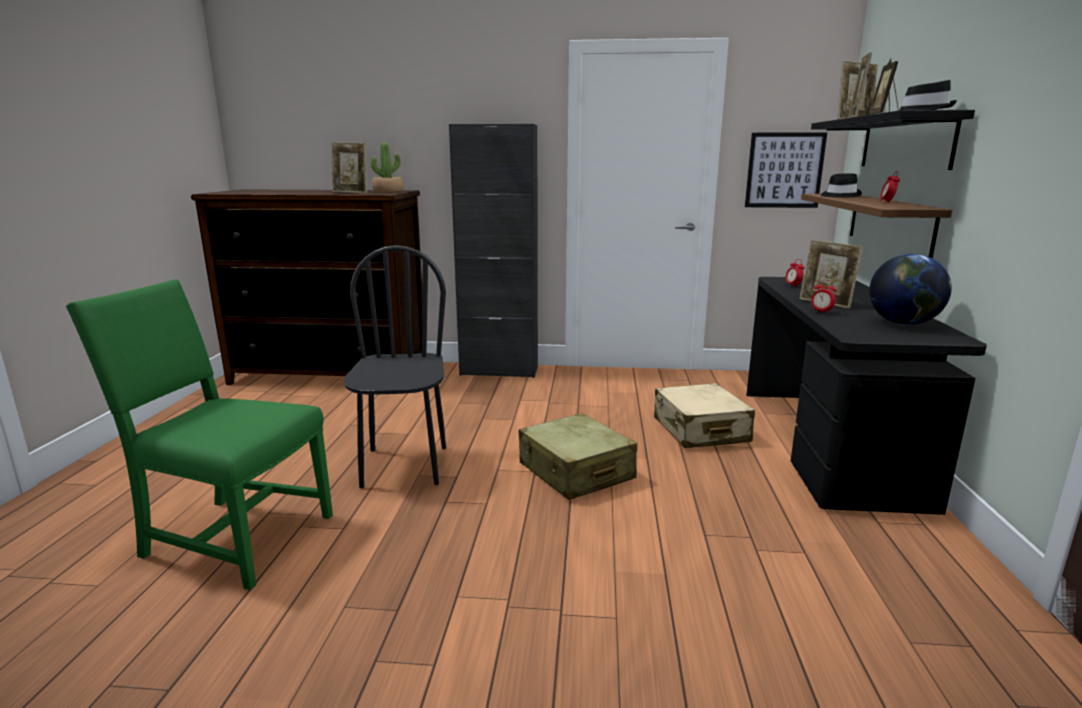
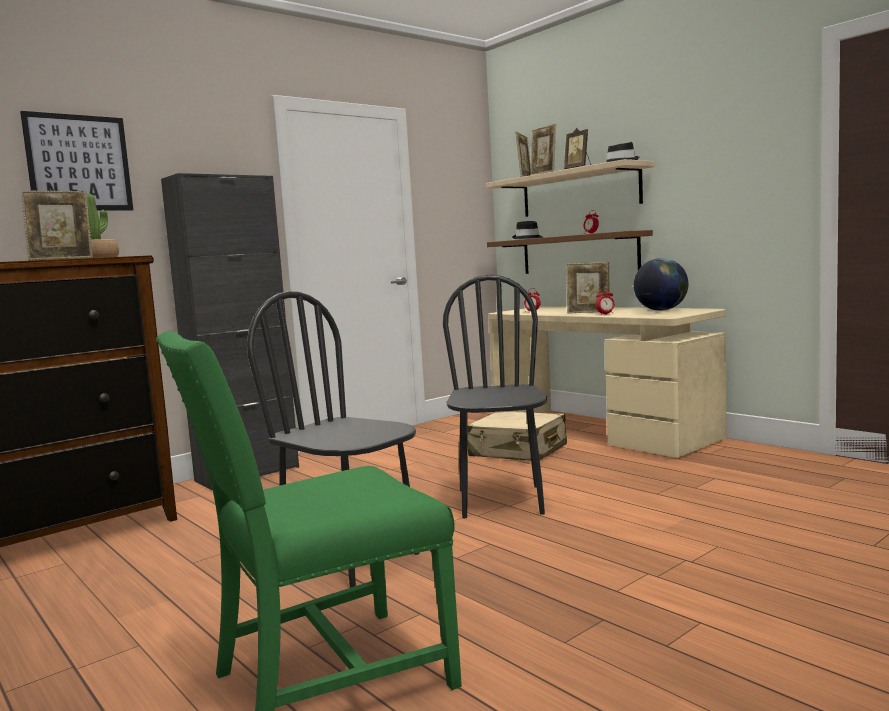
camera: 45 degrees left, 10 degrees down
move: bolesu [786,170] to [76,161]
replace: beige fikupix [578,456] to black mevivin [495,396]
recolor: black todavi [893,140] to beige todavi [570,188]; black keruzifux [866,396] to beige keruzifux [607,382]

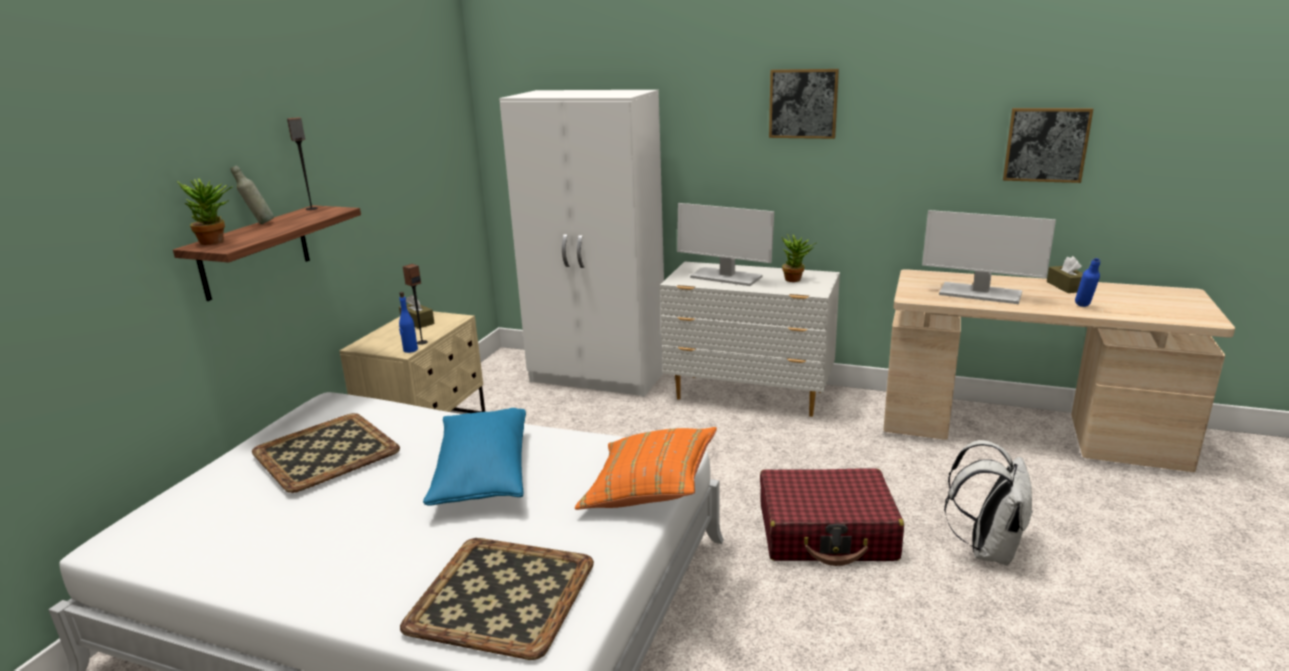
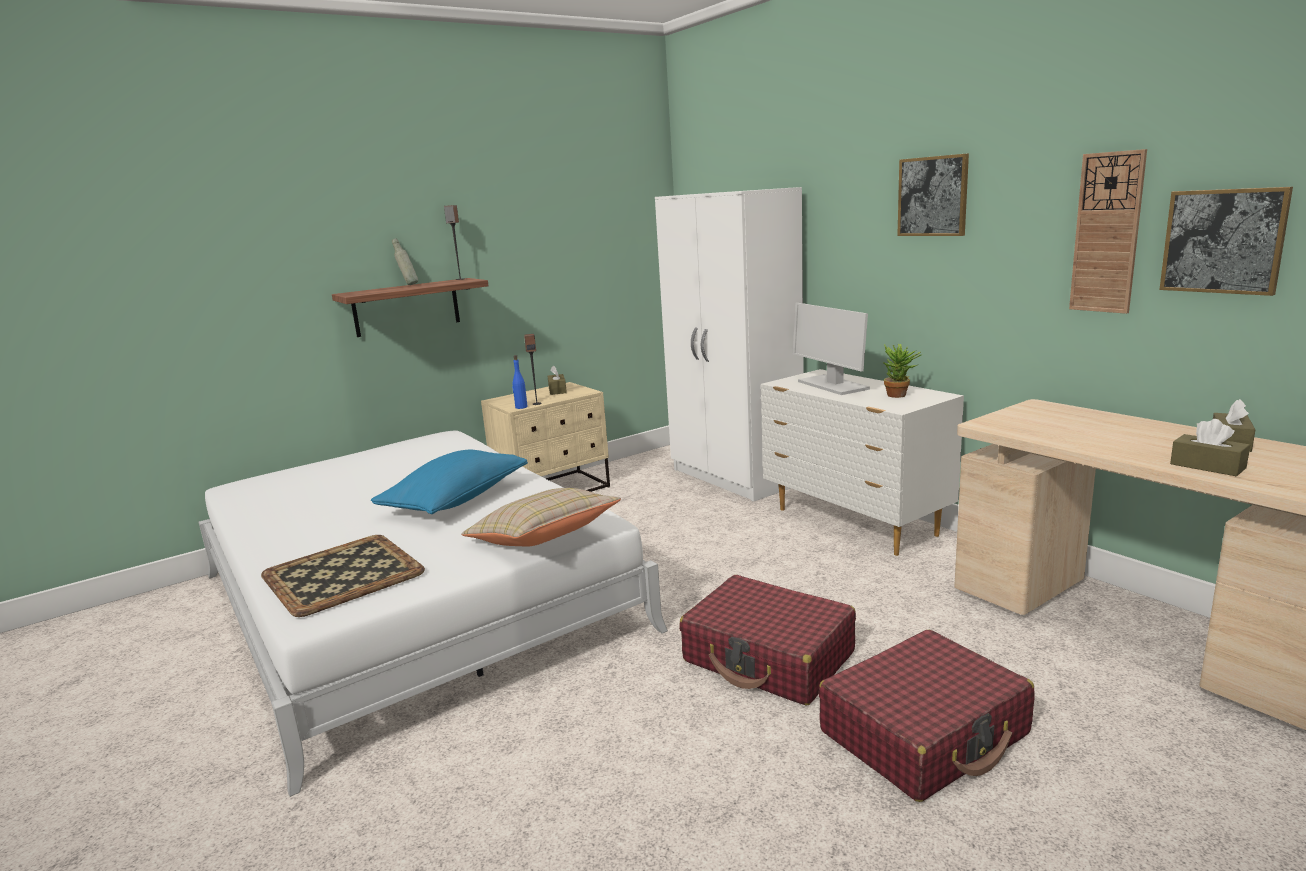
camera: 35 degrees right, 5 degrees down
delete: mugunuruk [205,212]; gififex [989,257]; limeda [326,453]
insert: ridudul [1108,231]
replace: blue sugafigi [1087,282] to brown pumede [1210,447]; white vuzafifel [988,503] to red fikupix [927,716]
recolor: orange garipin [646,468] to beige garipin [541,517]

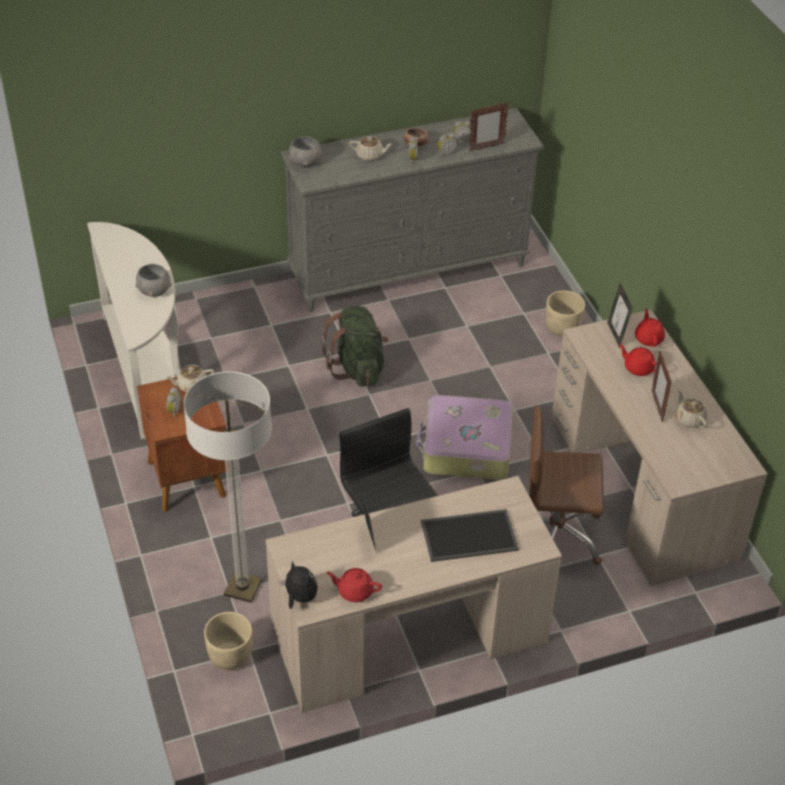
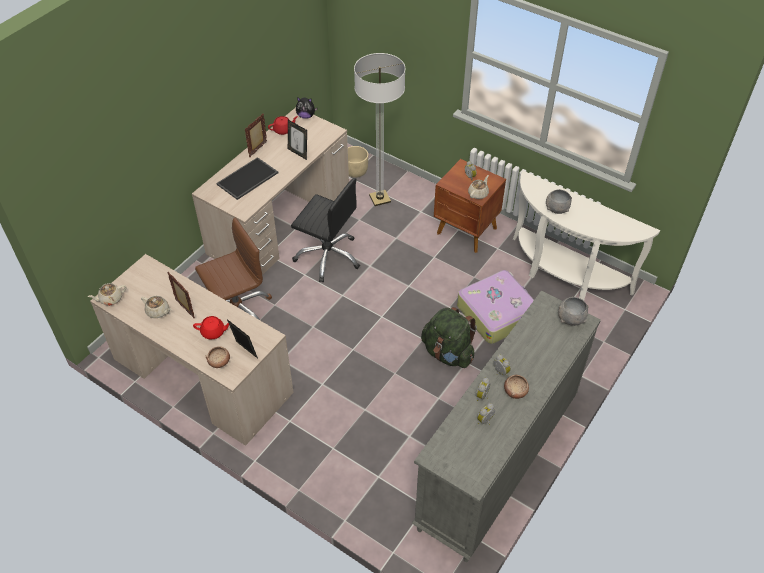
camera: 145 degrees right, 5 degrees up
delete: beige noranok [565,313]
move: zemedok [488,127] to [256,135]; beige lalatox [371,148] to [107,294]; fikupix [464,437] to [495,307]
replace: red lalatox [650,327] to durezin [218,357]

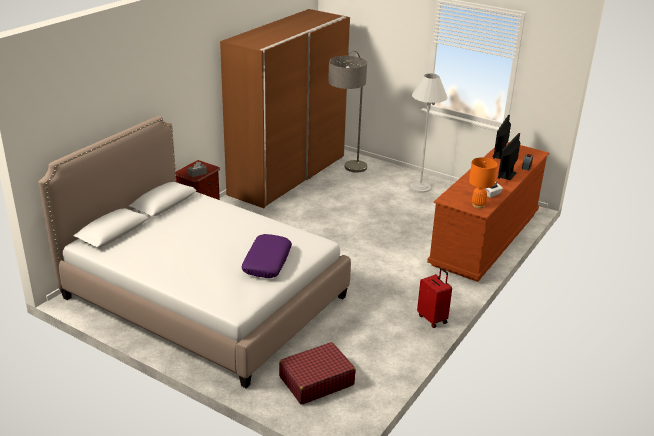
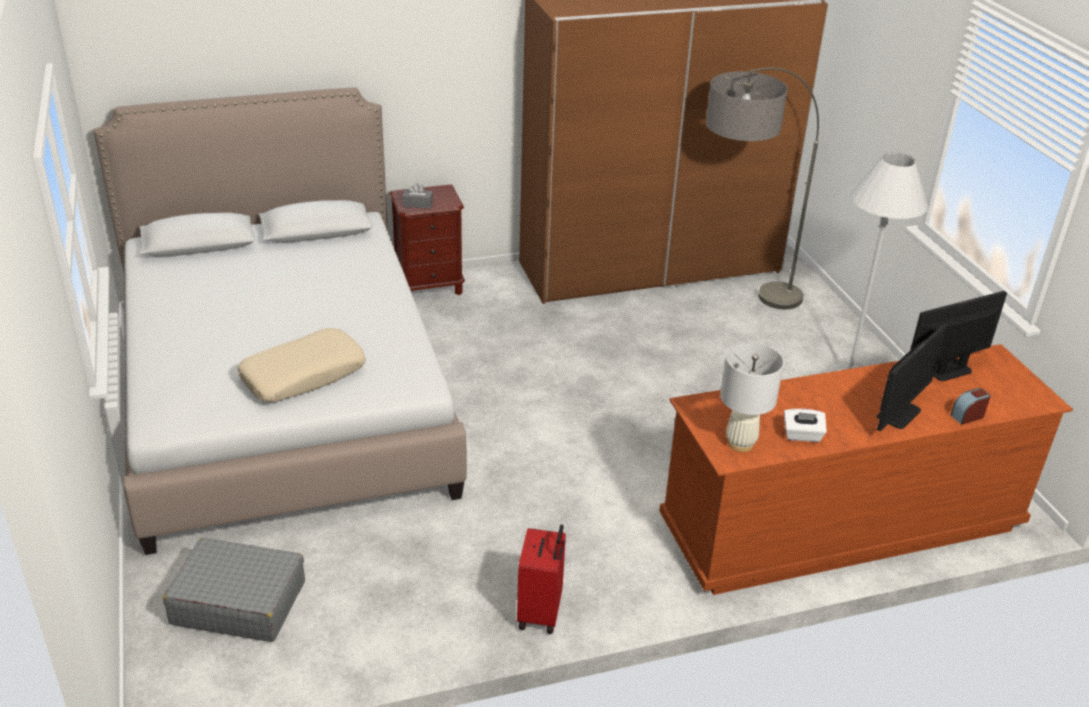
camera: 40 degrees right, 5 degrees up
recolor: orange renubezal [483,183] to white renubezal [752,397]; purple garipin [267,256] to beige garipin [301,365]; red fikupix [317,373] to grey fikupix [234,590]
rotate: gififex [509,156] = [912,377] 150 degrees clockwise

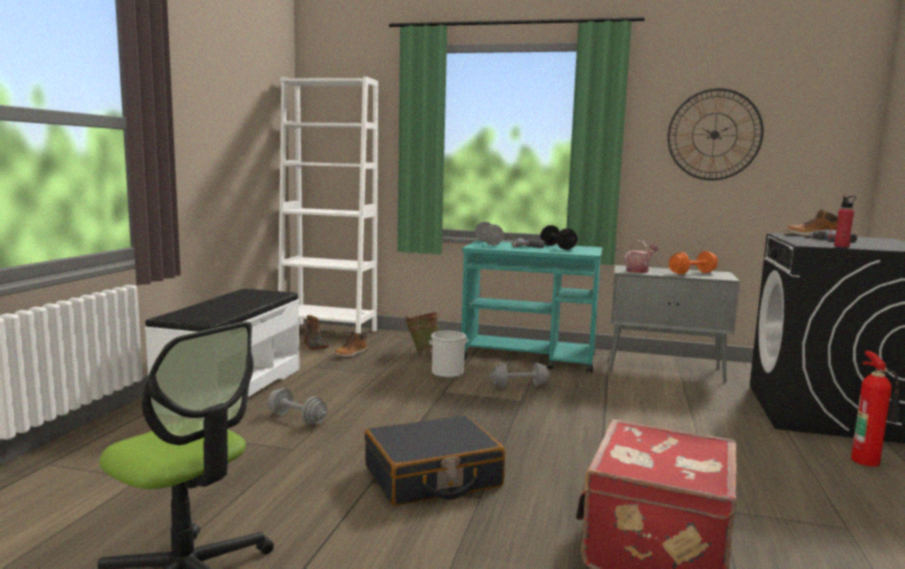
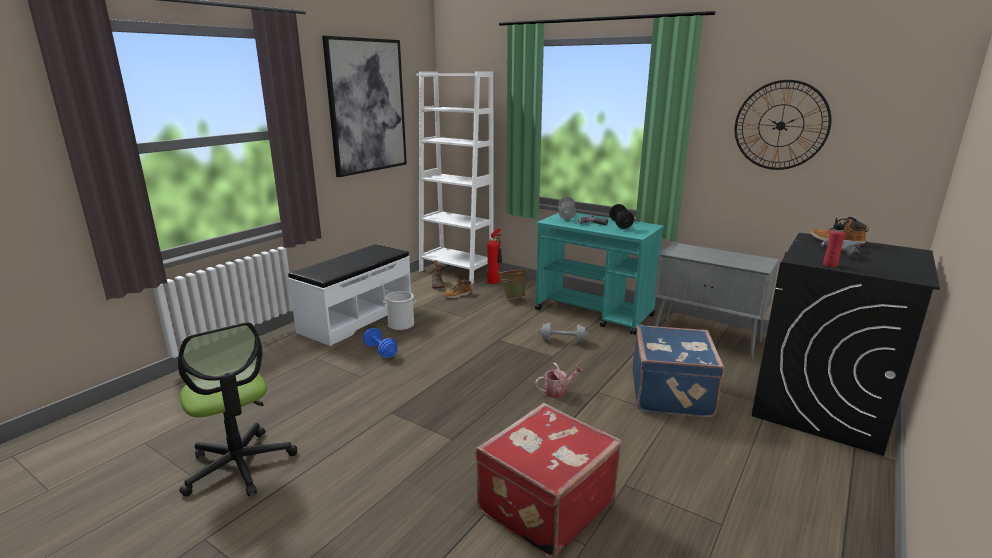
camera: 20 degrees right, 10 degrees up
delete: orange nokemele [693,263]; black fikupix [434,460]
insert: bolesu [364,106]; blue fikupix [678,371]
move: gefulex [641,256] to [559,380]; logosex [448,354] to [399,311]; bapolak [875,409] to [494,256]
recolor: grey nokemele [297,406] to blue nokemele [380,343]

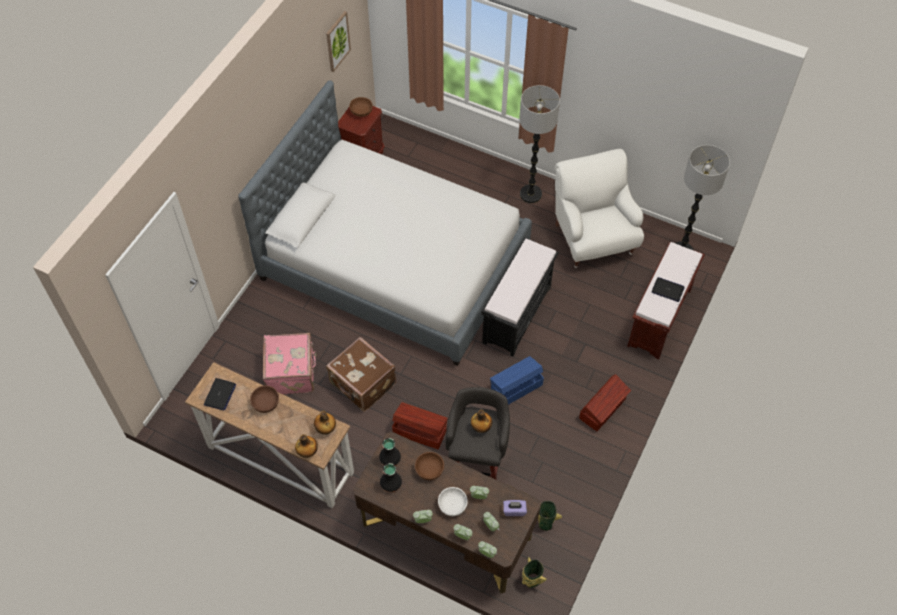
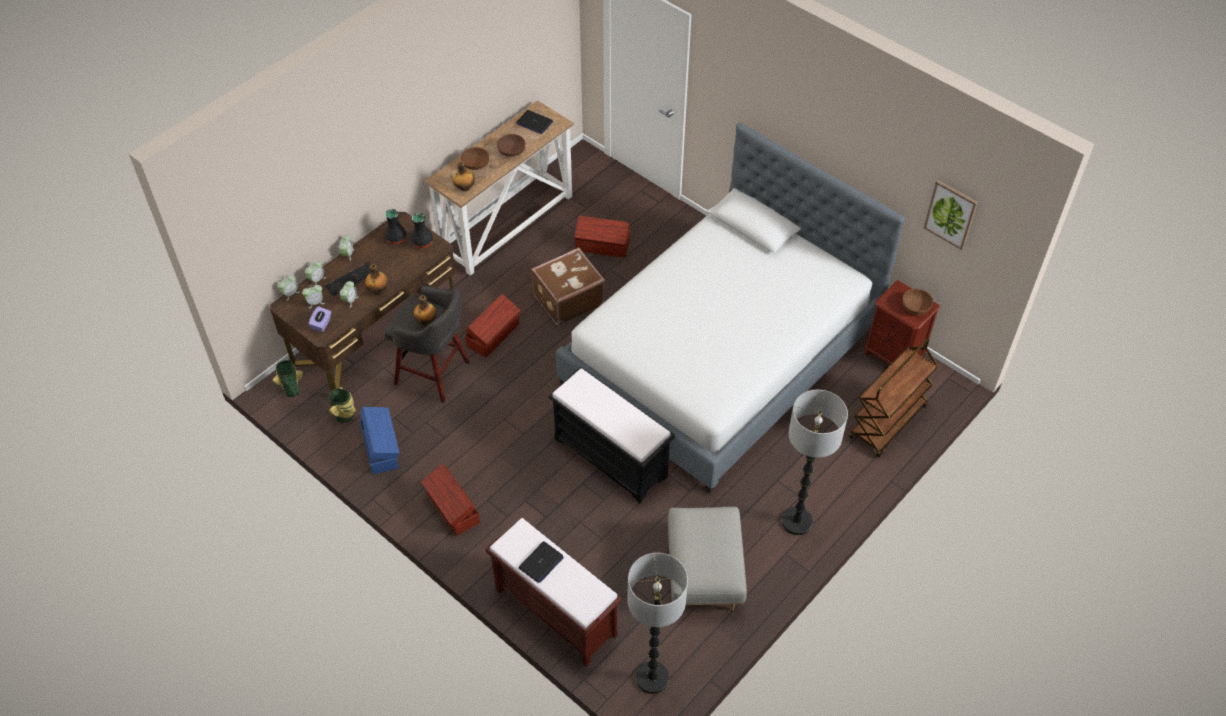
camera: 105 degrees right, 5 degrees down
insert: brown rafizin [893,398]
move: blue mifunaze [517,380] to [380,441]; sugafigi [306,446] to [376,279]; brown durezin [429,466] to [475,158]
replace: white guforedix [599,208] to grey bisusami [707,559]; pink fikupix [290,364] to brown mifunaze [602,236]; white durezin [453,501] to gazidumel [348,279]

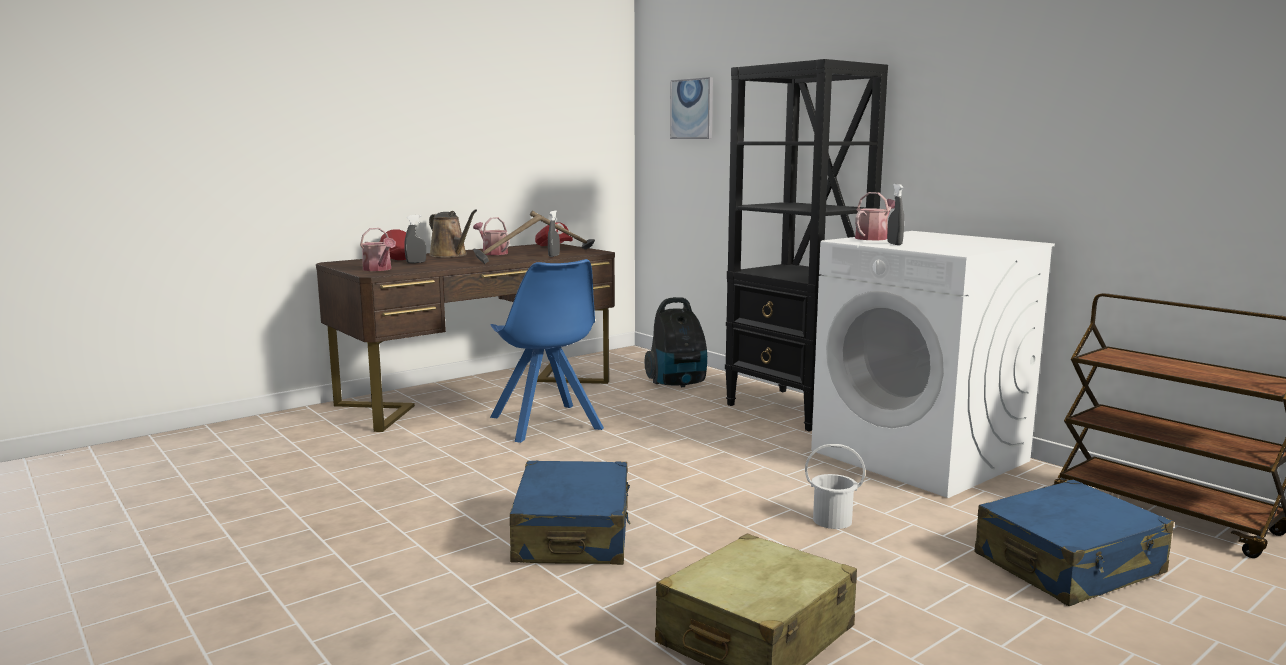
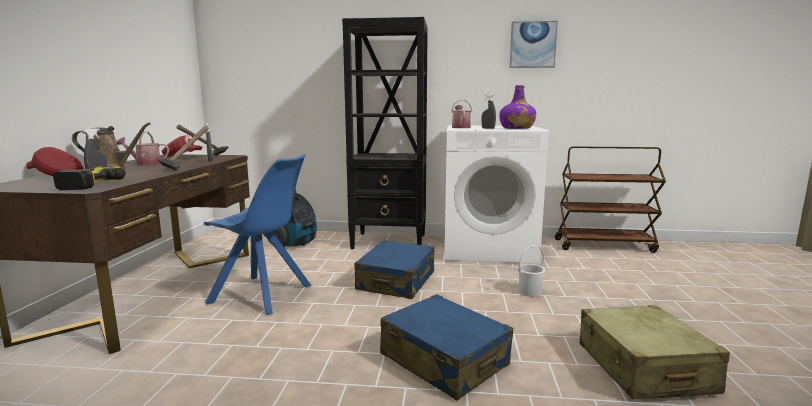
camera: 45 degrees left, 0 degrees up
insert: purple sugafigi [518,107]
move: bolesu [691,108] to [534,44]; blue fikupix [1074,542] to [394,269]
replace: gefulex [378,249] to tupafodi [89,178]

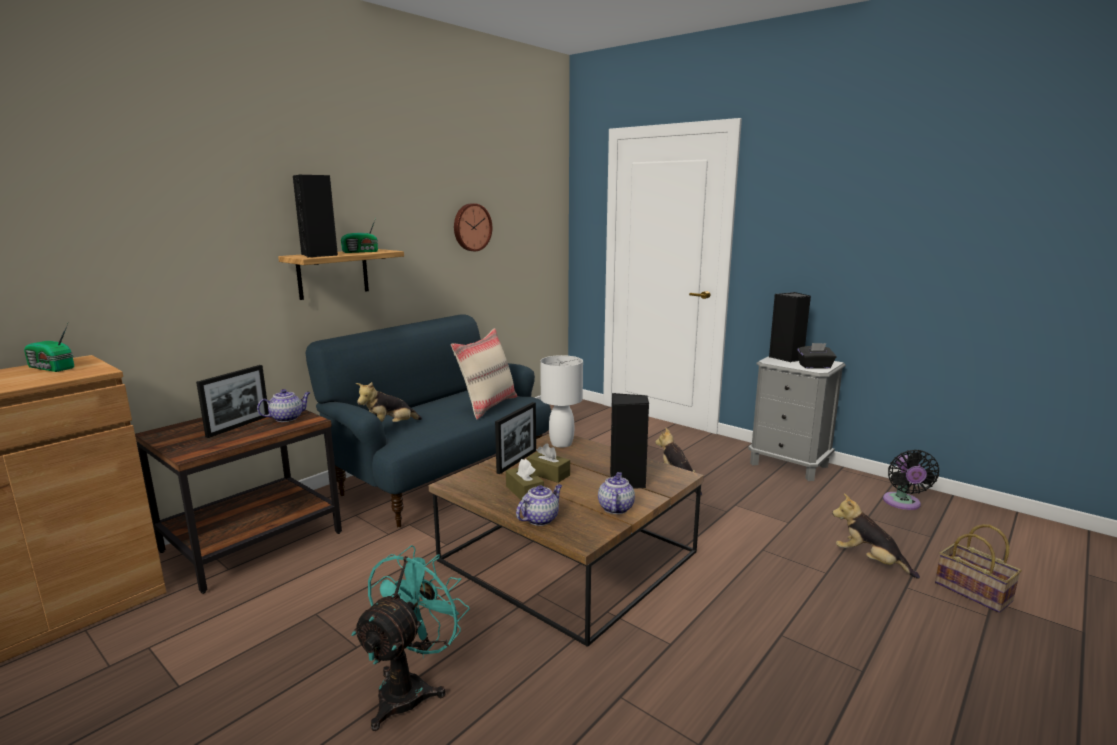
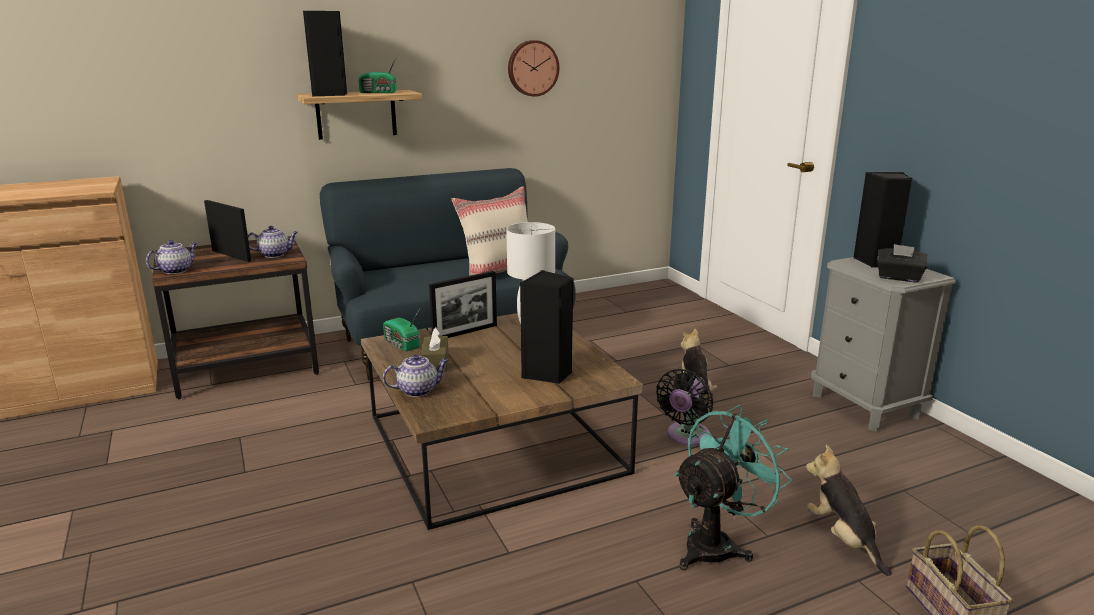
camera: 25 degrees right, 5 degrees up
delete: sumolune [389,402]; brown pumede [548,463]
move: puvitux [49,347] to [401,330]; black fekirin [911,480] to [684,407]; lalatox [616,493] to [171,257]; turquoise fekirin [410,638] to [733,487]
rotate: zemedok [232,401] = [227,231] 105 degrees counterclockwise

